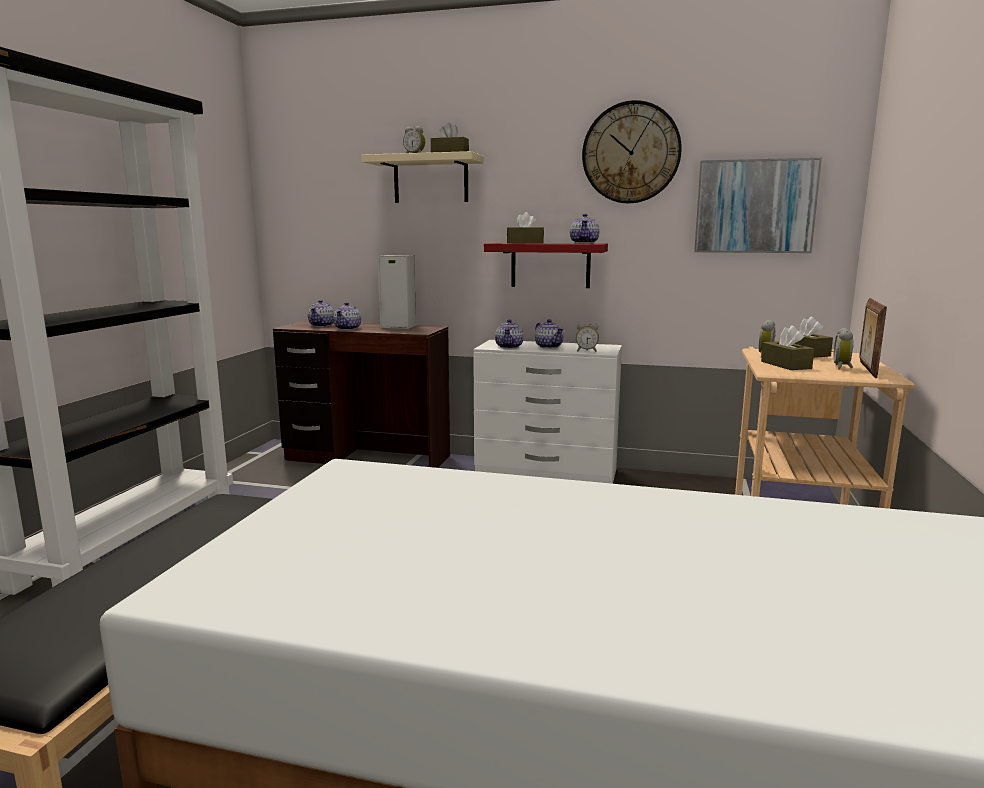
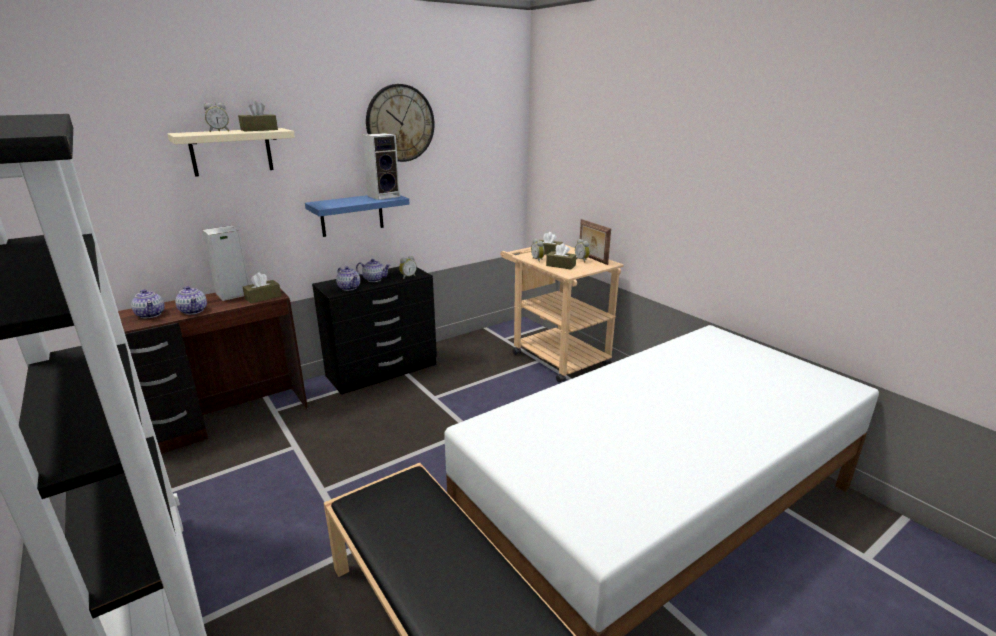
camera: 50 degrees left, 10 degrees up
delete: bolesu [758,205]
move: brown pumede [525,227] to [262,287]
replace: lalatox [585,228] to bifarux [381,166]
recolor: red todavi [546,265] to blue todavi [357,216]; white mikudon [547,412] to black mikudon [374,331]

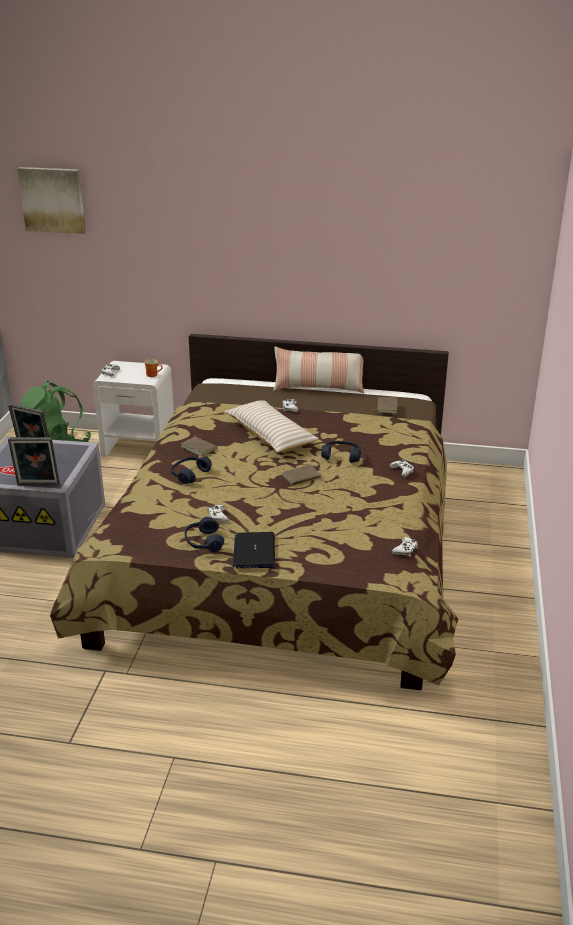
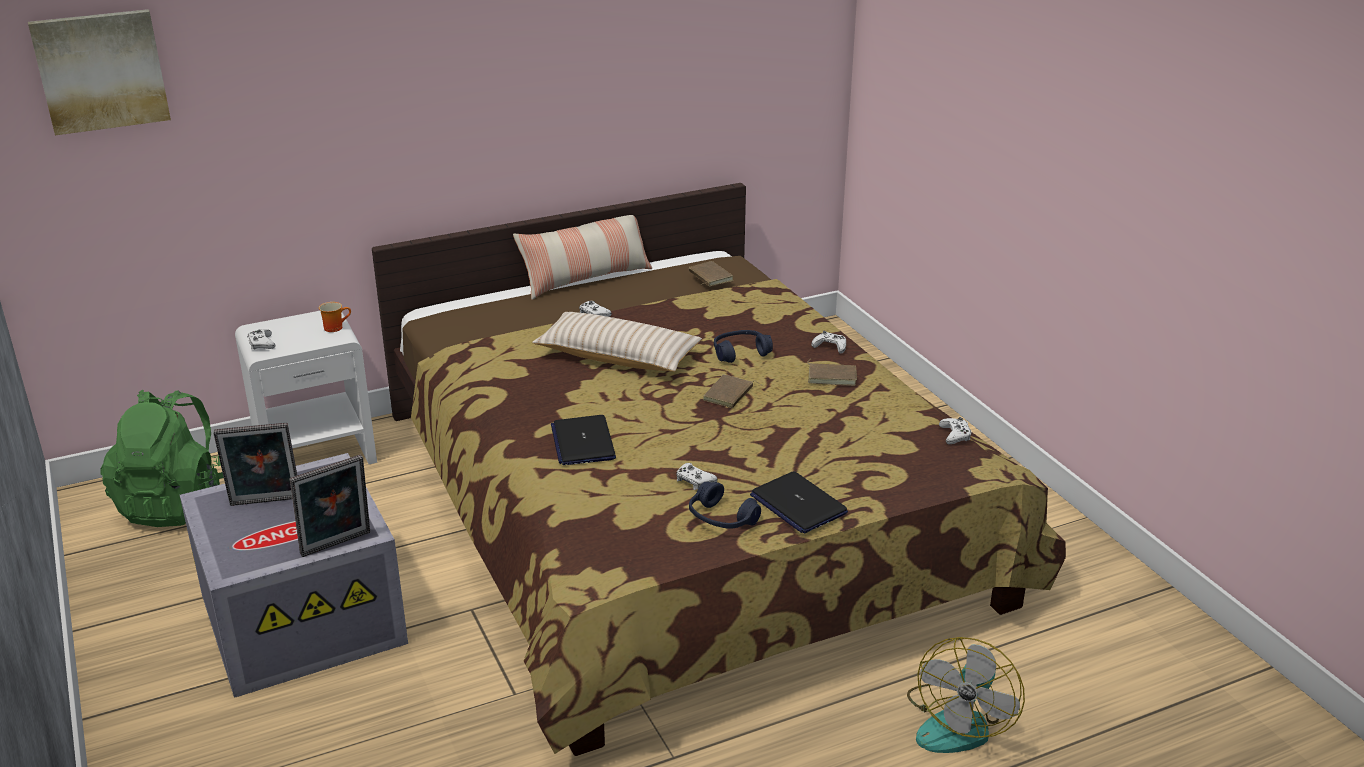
camera: 35 degrees left, 0 degrees up
insert: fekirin [966,695]
move: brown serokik [199,445] to [832,372]
replace: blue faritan [191,470] to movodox [583,440]

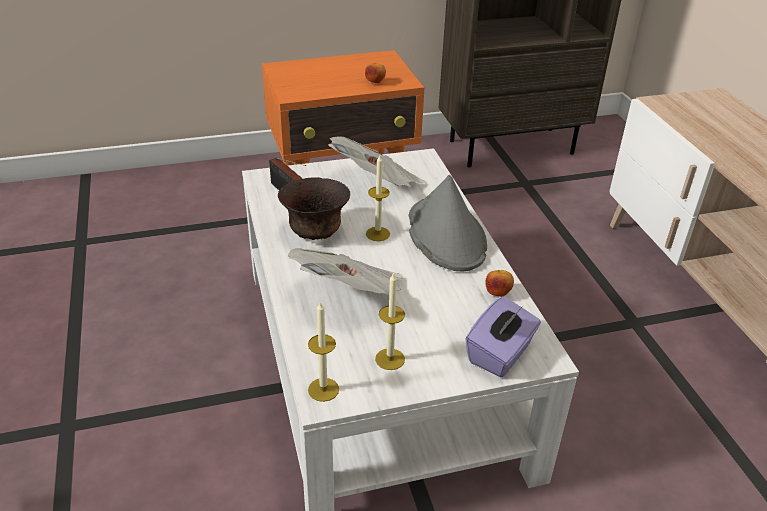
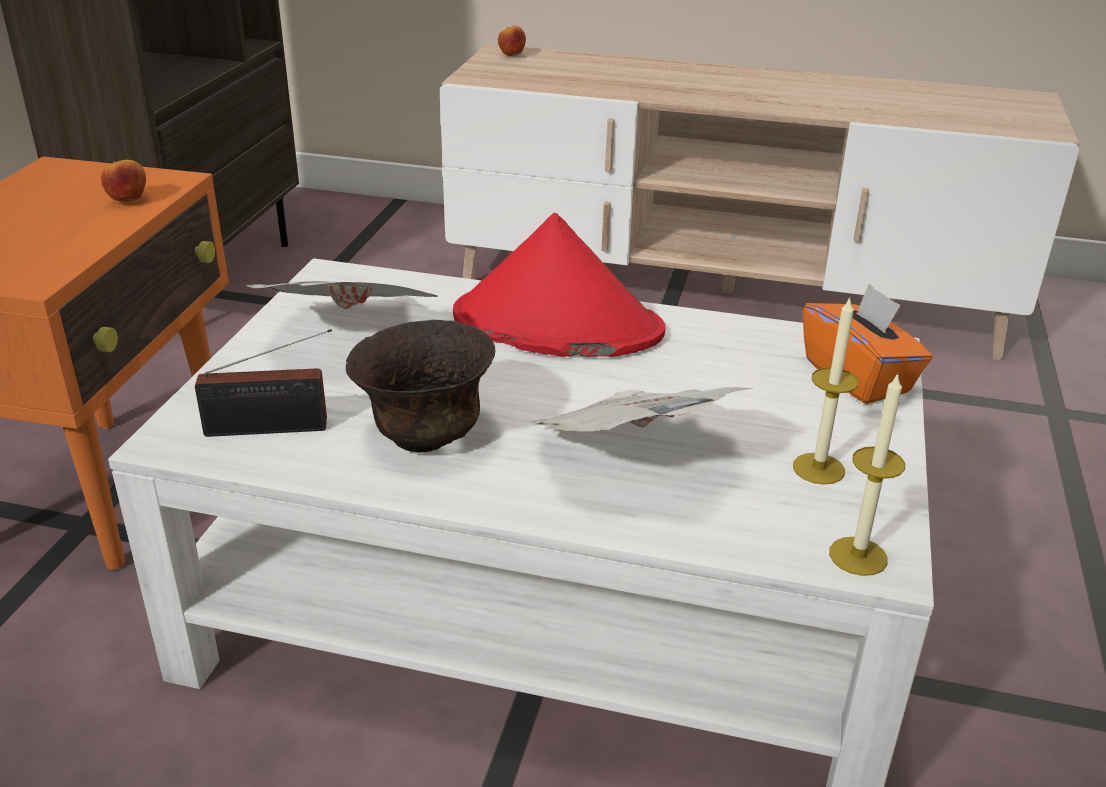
camera: 60 degrees left, 5 degrees down
delete: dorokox [378,198]
move: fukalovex [499,283] to [512,41]
recolor: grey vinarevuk [448,223] to red vinarevuk [559,285]; purple pumede [503,336] to orange pumede [868,343]

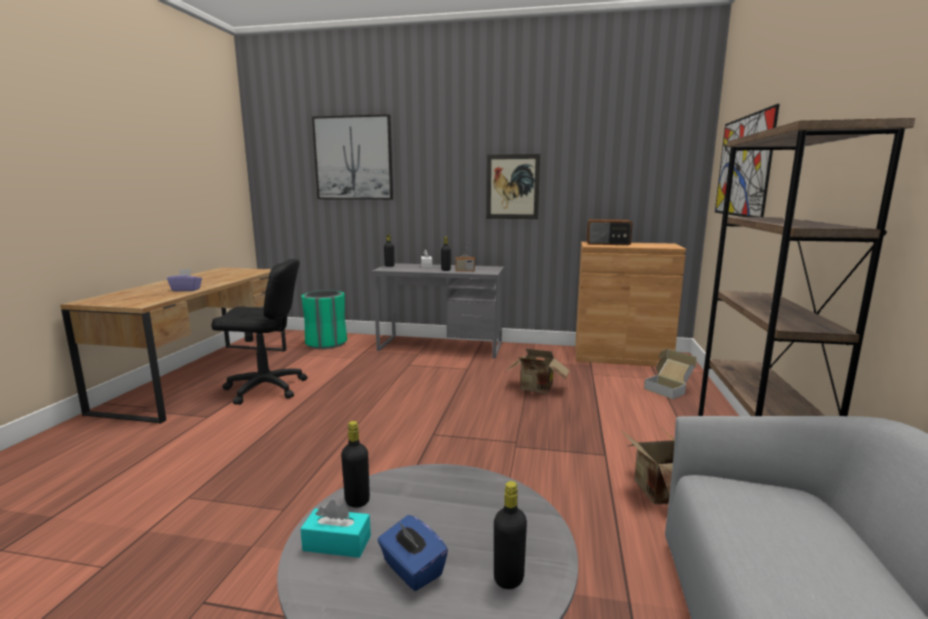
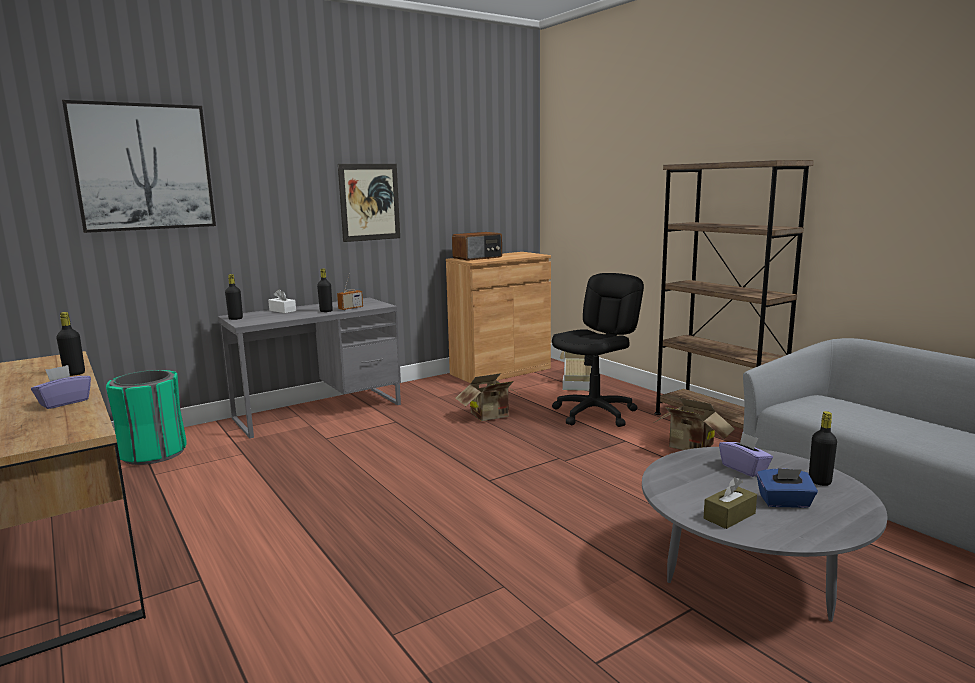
camera: 45 degrees left, 0 degrees up
delete: bolesu [747,160]
insert: purple pumede [746,454]
move: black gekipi [259,332] to [598,350]; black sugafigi [355,464] to [70,344]
recolor: turquoise pumede [335,529] to brown pumede [730,503]

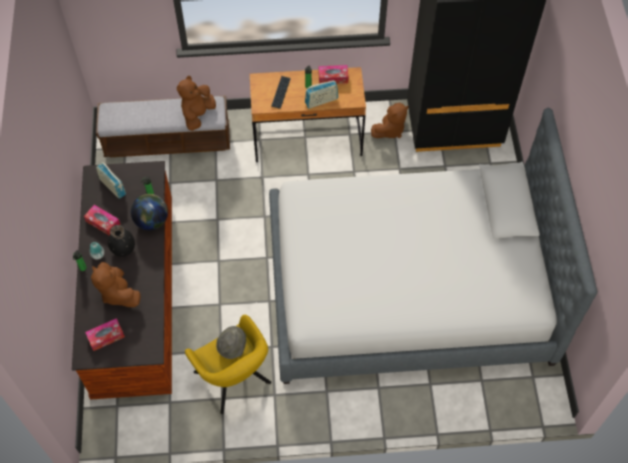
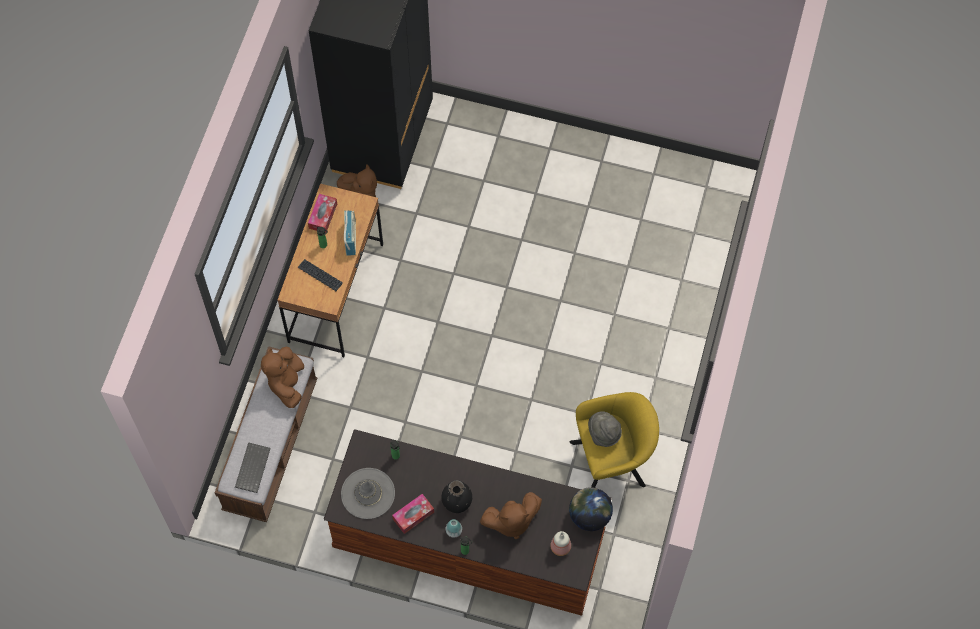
camera: 70 degrees left, 5 degrees up
delete: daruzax [433,246]
insert: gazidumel [253,467]
move: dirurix [149,212] to [591,509]
replace: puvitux [111,180] to grey vinarevuk [368,493]; pumede [105,334] to sugafigi [560,543]
rotate: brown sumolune [196,103] = [282,377] 45 degrees clockwise

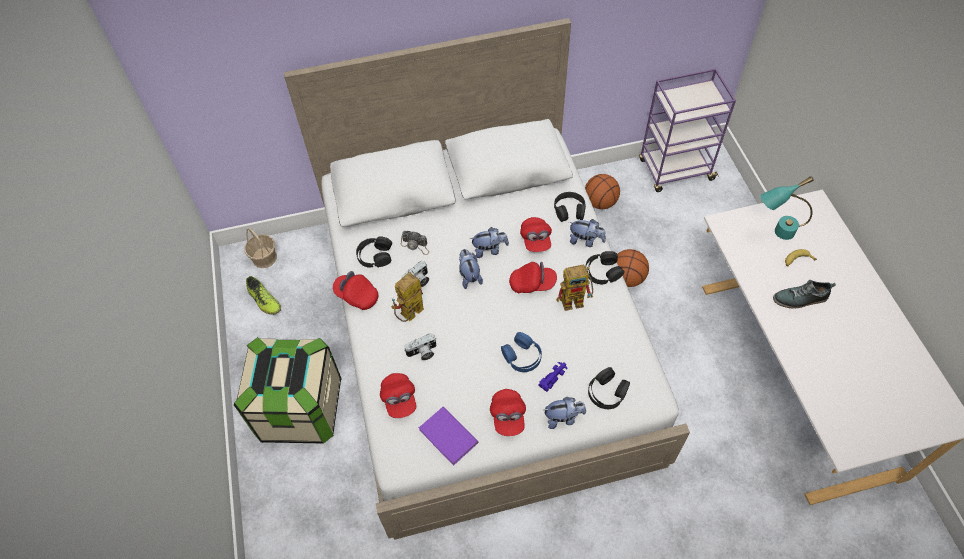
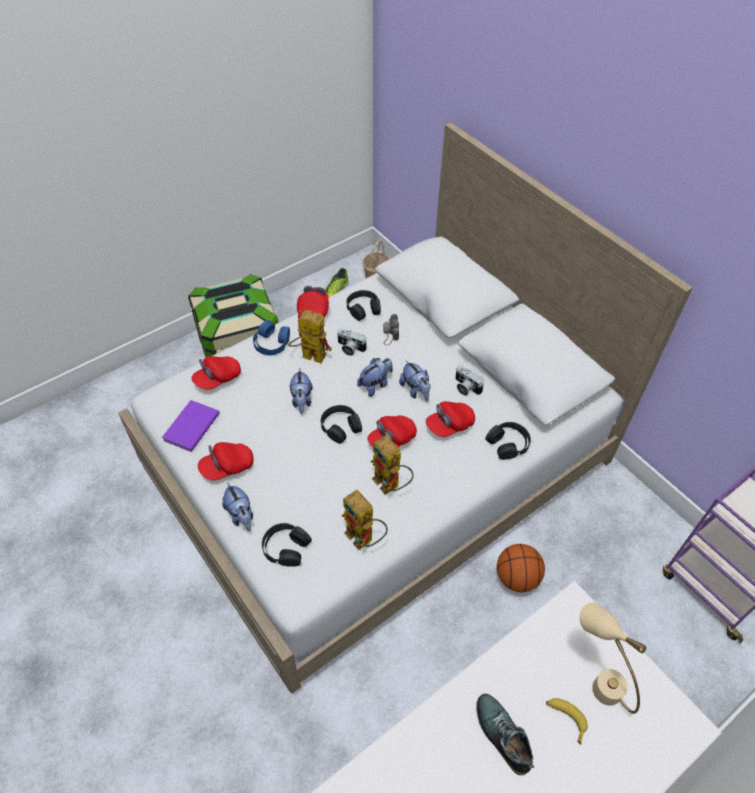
camera: 65 degrees right, 5 degrees down
delete: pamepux [602,191]; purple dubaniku [552,377]
insert: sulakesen [365,520]
move: sumolune [587,233] to [301,391]; black faritan [605,268] to [341,424]; blue faritan [521,352] to [271,337]; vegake [420,346] to [469,380]
recolor: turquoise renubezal [787,208] to beige renubezal [612,658]
rotate: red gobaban [533,277] = [392,431] 75 degrees clockwise

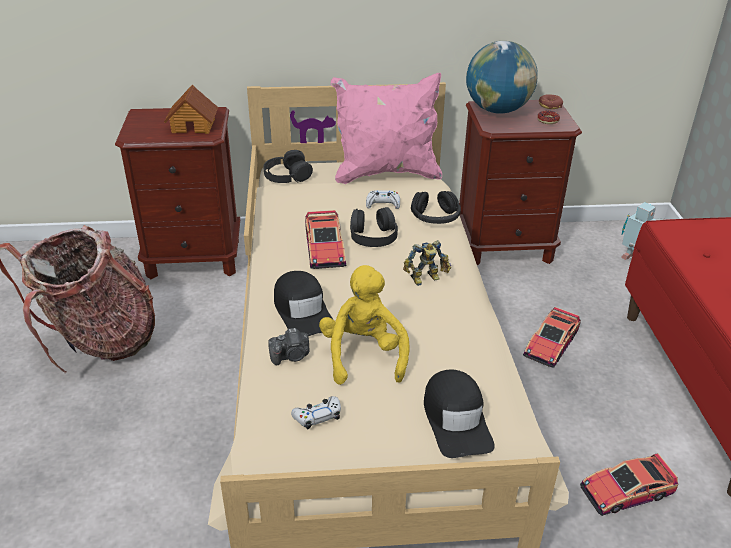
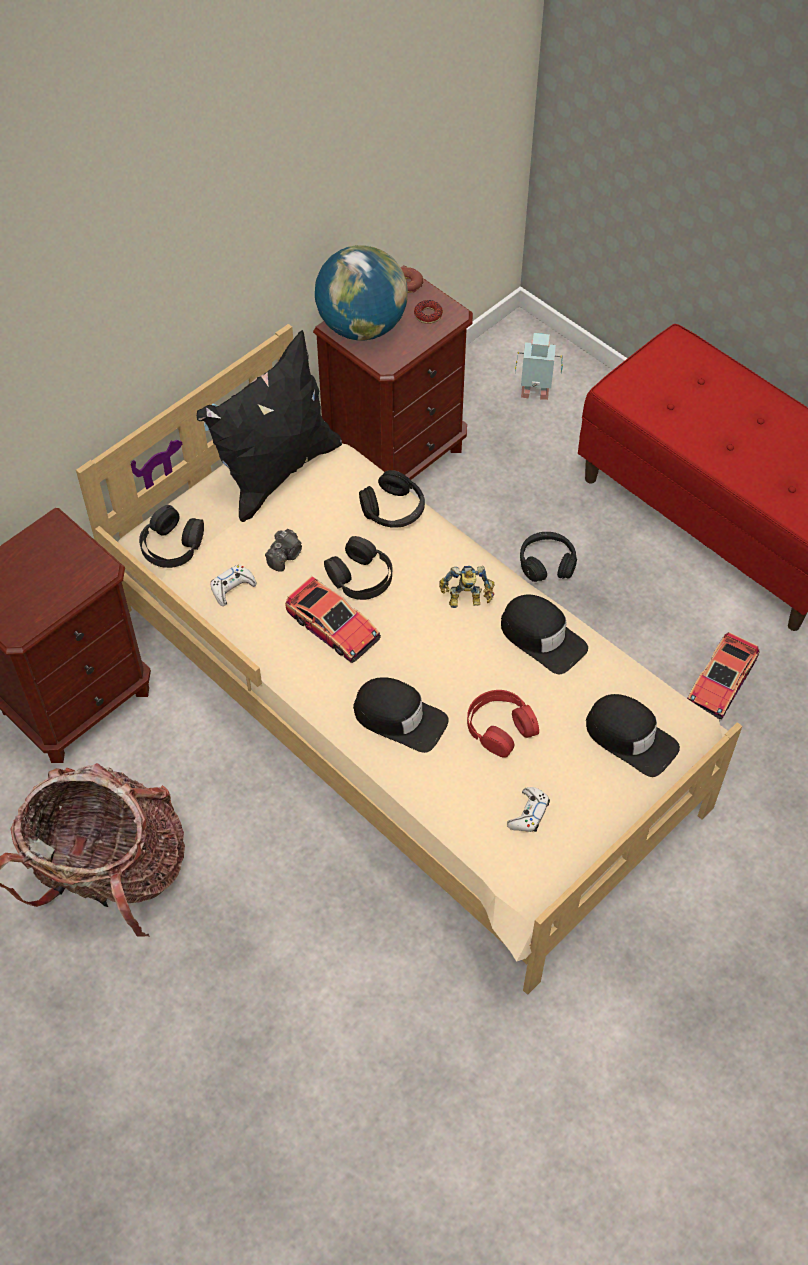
camera: 40 degrees left, 20 degrees up
delete: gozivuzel [191,109]
insert: black gobaban [544,634]
move: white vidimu [383,199] to [234,585]; vegake [289,346] to [283,550]
replace: yellow sumolune [364,325] to red faritan [503,724]; dubaniku [552,337] to black faritan [548,557]
recolor: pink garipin [386,128] to black garipin [269,426]
rotate: sulakesen [427,263] = [467,587] 60 degrees clockwise

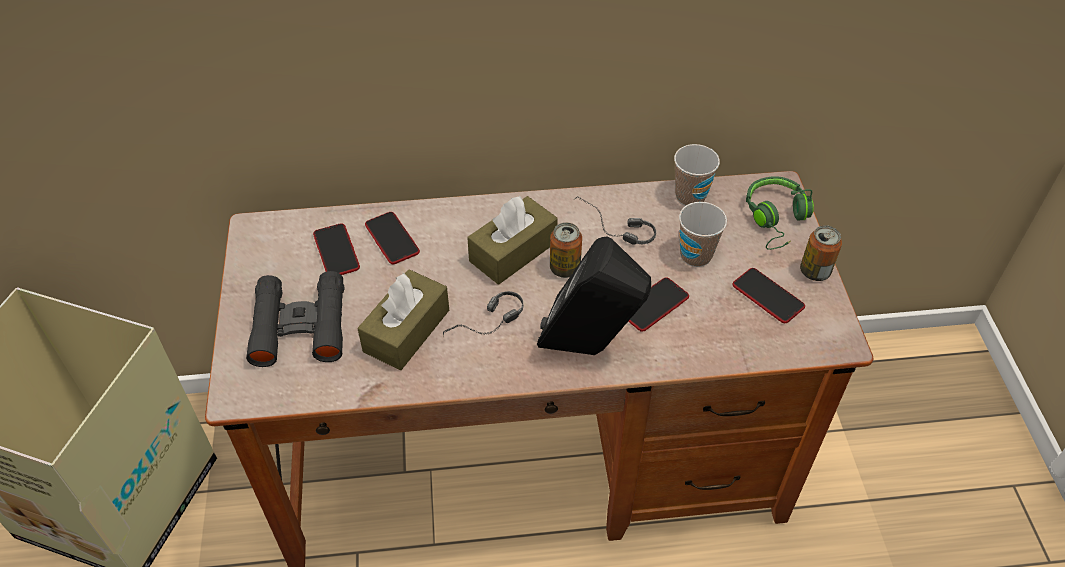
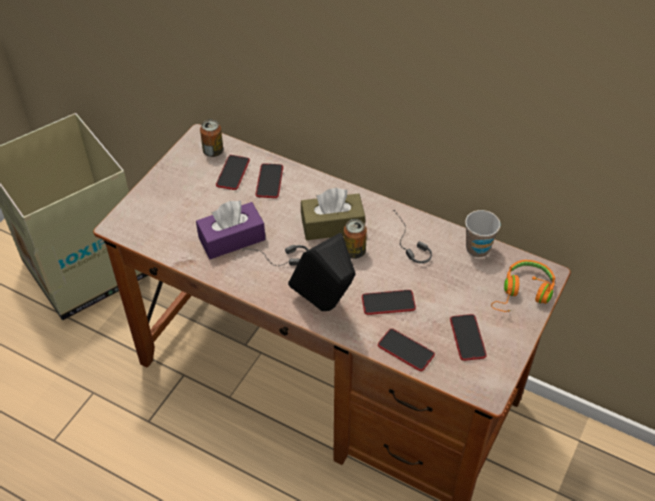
camera: 35 degrees right, 0 degrees up
delete: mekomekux [703,234]; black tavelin [295,319]
insert: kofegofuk [406,350]
move: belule [821,253] to [211,138]
recolor: green faritan [780,213] to orange faritan [523,286]; brown pumede [403,319] to purple pumede [230,229]

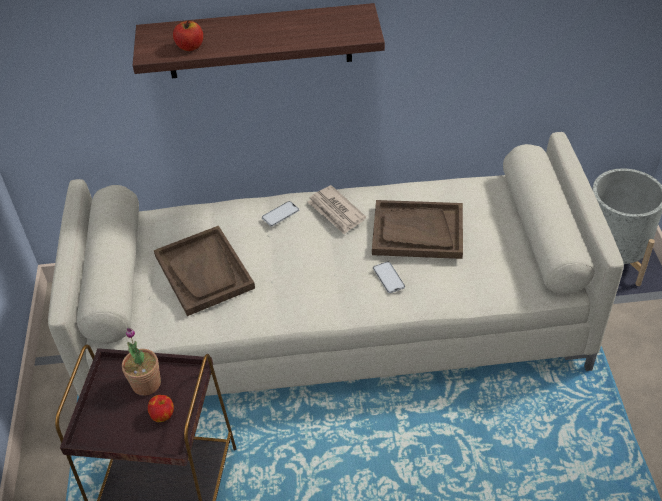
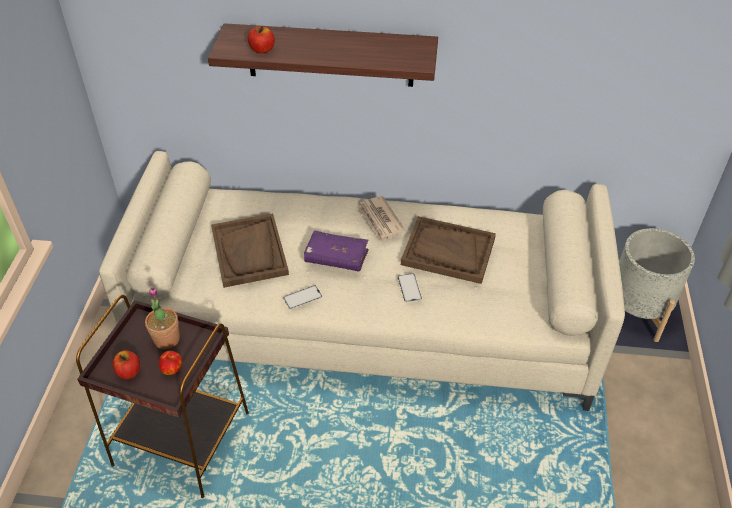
camera: 10 degrees right, 0 degrees up
insert: purple serokik [336,251]; fukalovex [126,364]
move: kofegofuk [280,213] to [302,297]

